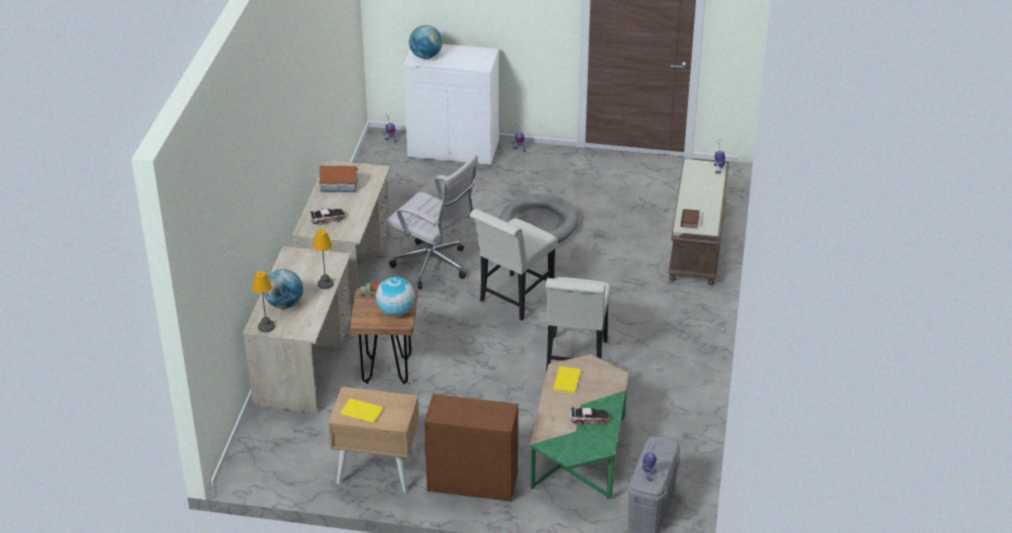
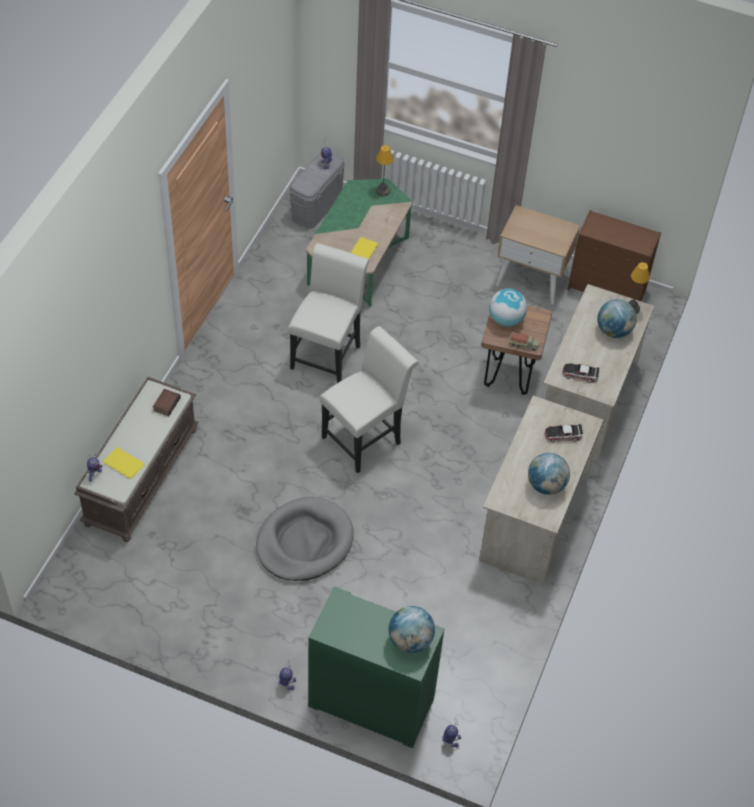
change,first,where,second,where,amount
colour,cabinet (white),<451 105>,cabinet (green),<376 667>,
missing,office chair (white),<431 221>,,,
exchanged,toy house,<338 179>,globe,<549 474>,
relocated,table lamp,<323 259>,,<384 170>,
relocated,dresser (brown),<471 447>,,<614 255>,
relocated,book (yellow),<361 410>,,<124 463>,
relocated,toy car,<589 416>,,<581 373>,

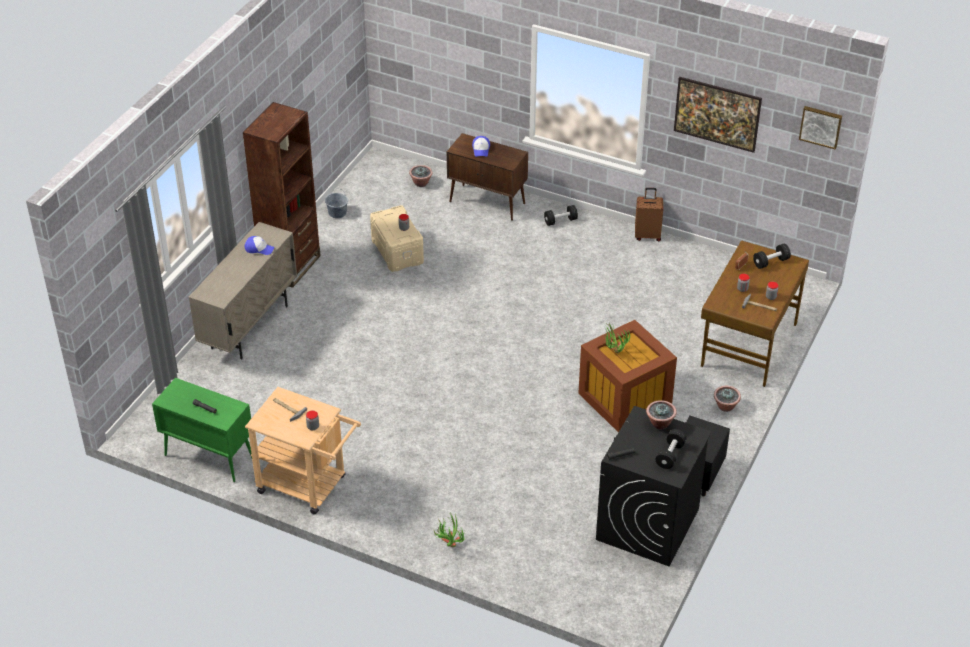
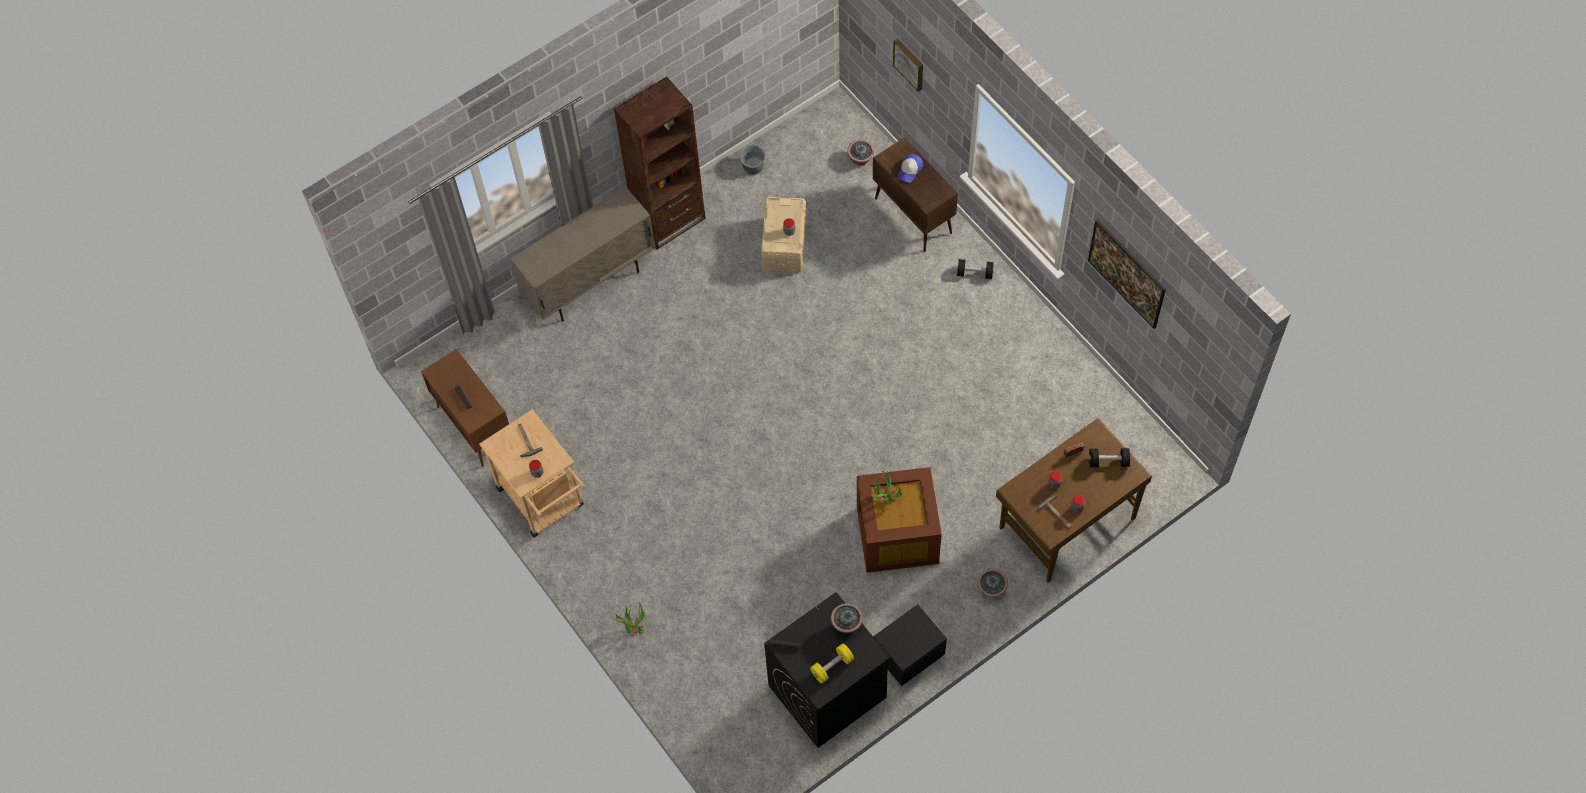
change,first,where,second,where,amount
relocated,picture,<820 128>,,<908 65>,
missing,suitcase (brown),<649 214>,,,
missing,cap,<260 245>,,,
colour,cabinet (green),<202 430>,cabinet (brown),<465 408>,
colour,dumbbell (black),<671 449>,dumbbell (yellow),<832 663>,

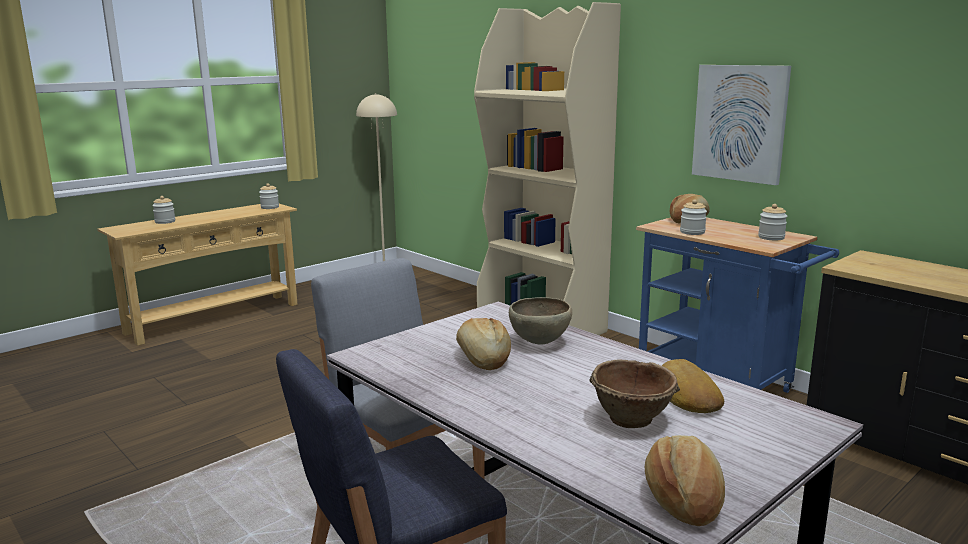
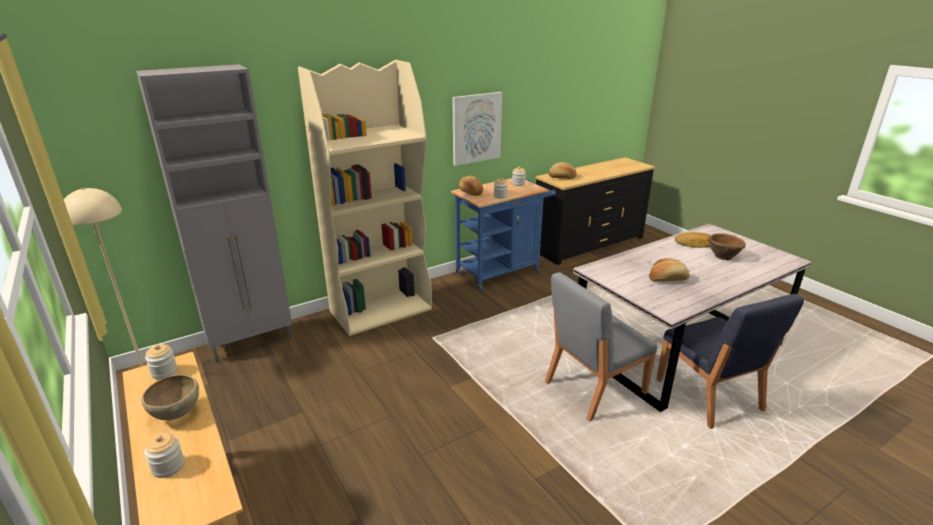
change,first,where,second,where,amount
relocated,bowl (brown),<540 321>,,<170 397>,
relocated,bread,<685 480>,,<562 170>,
appeared,,,cabinet (grey),<214 213>,

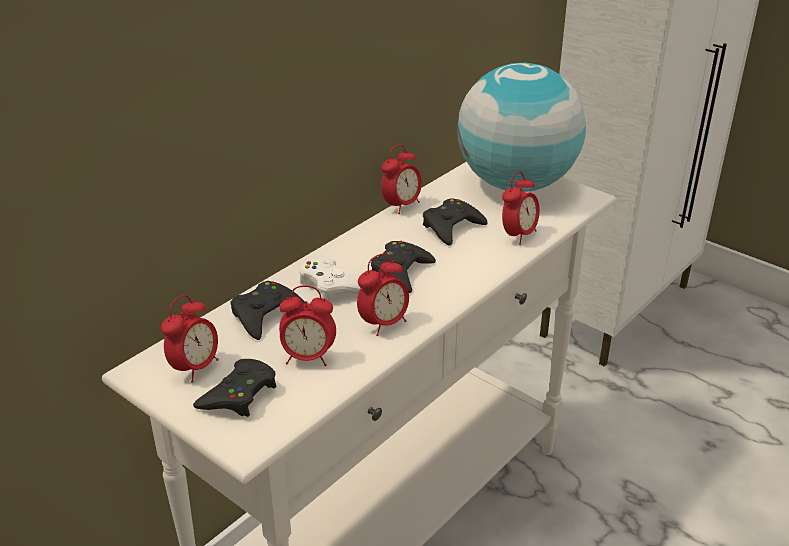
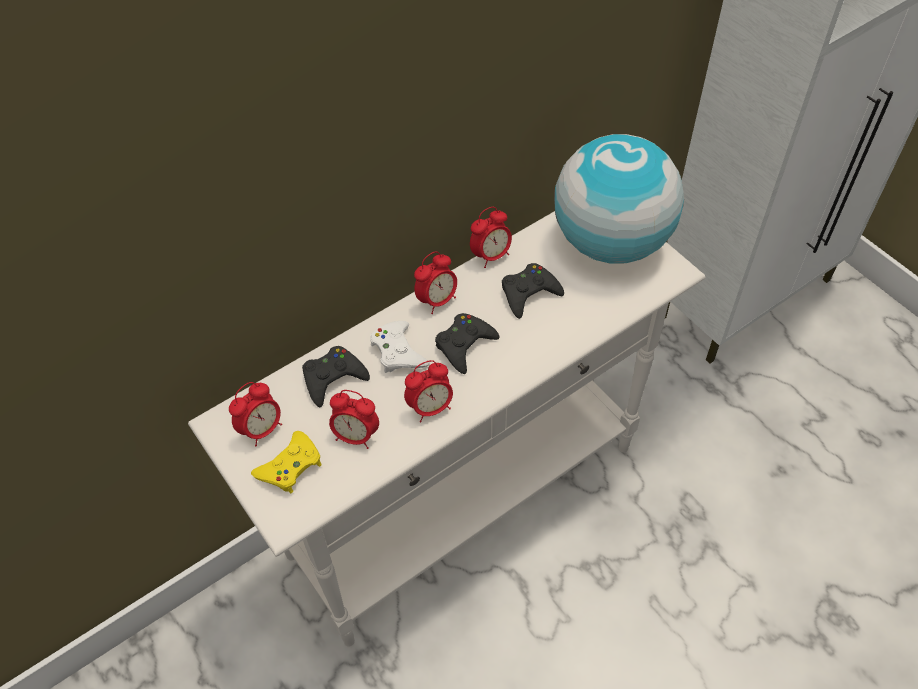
change,first,where,second,where,amount
relocated,alarm clock,<521 208>,,<435 282>,
colour,game controller (black),<235 388>,game controller (yellow),<286 462>,

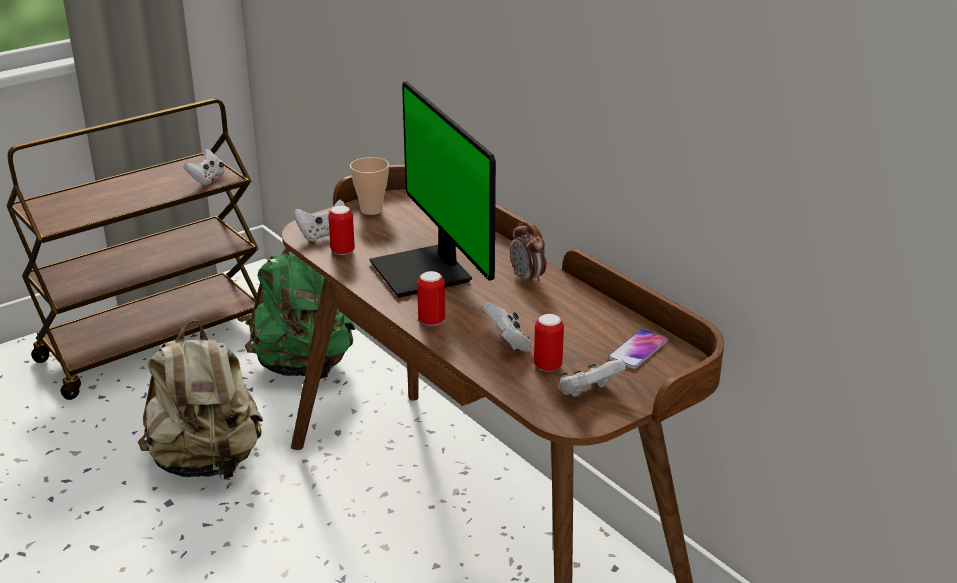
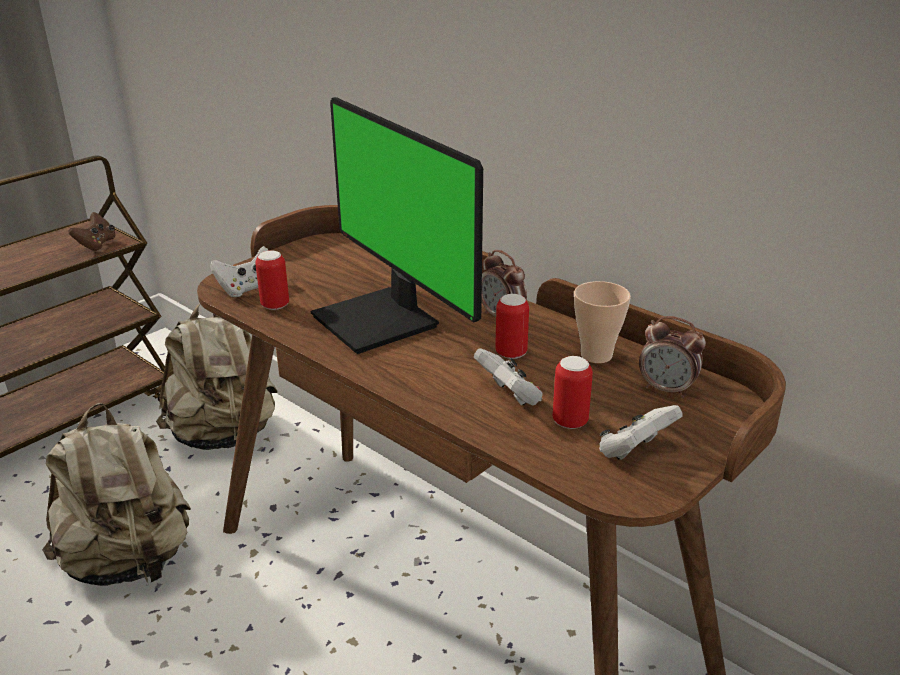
change,first,where,second,where,amount
colour,game controller (white),<204 167>,game controller (brown),<92 231>,
relocated,cup,<369 186>,,<602 322>,
colour,backpack (green),<300 313>,backpack (beige),<217 376>,
relocated,can,<431 298>,,<512 326>,
exchanged,phone,<638 349>,alarm clock,<672 357>,

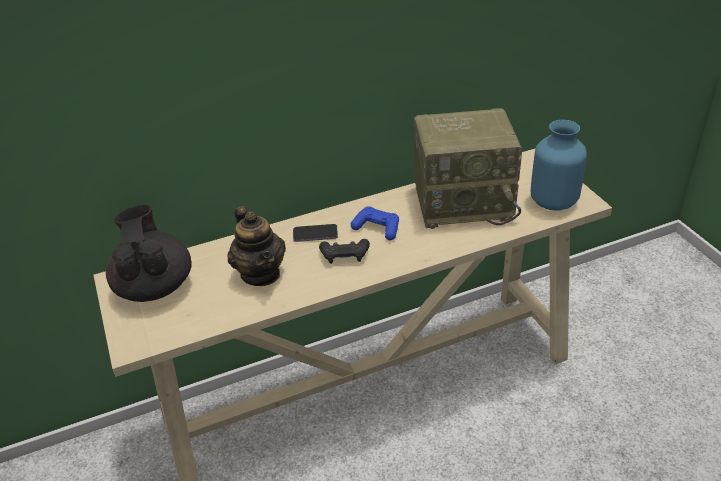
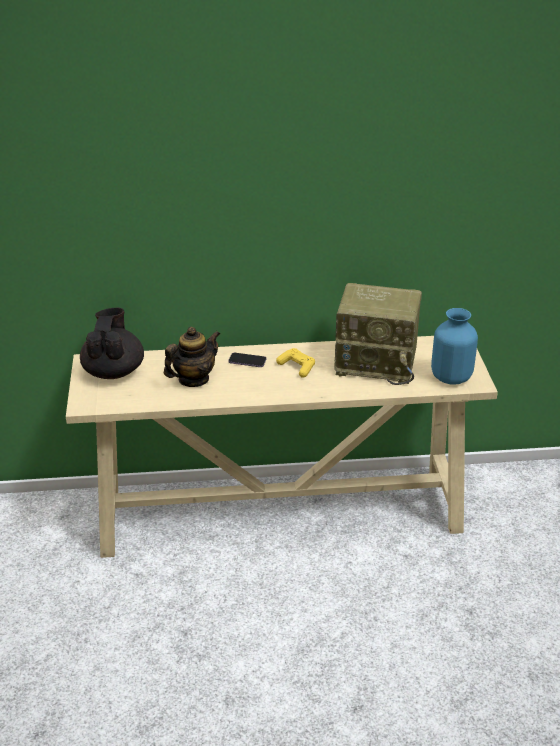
change,first,where,second,where,amount
spun,teapot,<256 246>,,<192 357>,120 degrees counterclockwise
colour,game controller (blue),<375 223>,game controller (yellow),<295 363>,
missing,game controller (black),<344 251>,,,

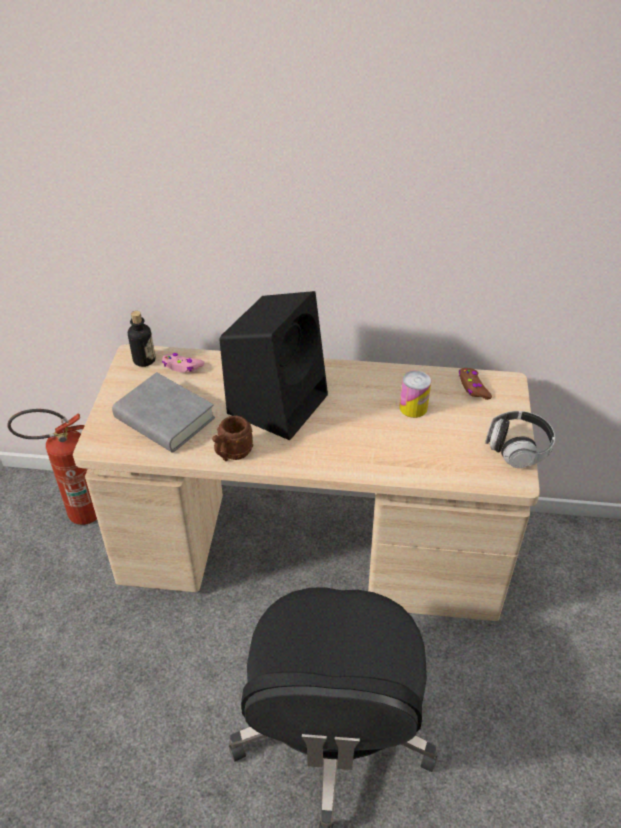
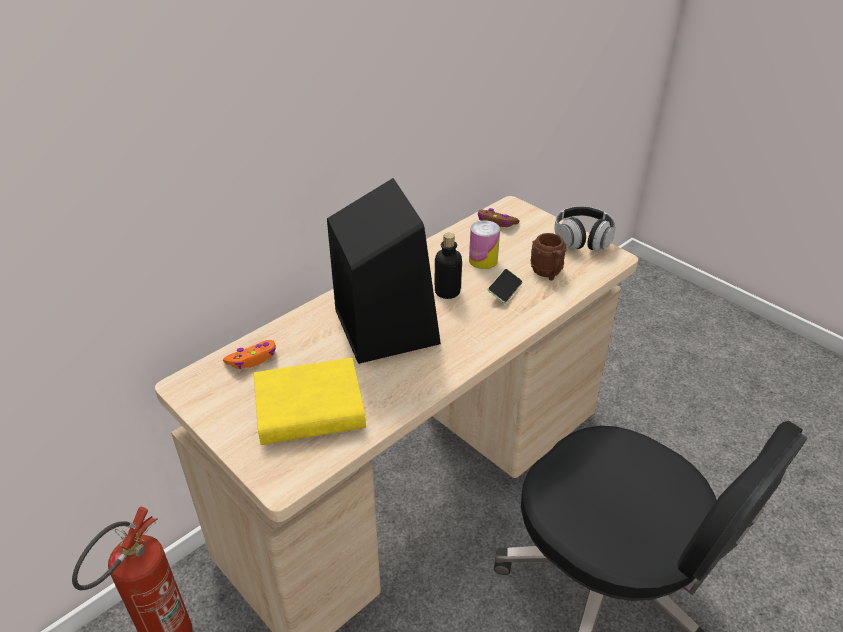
change,first,where,second,where,amount
relocated,bottle,<141 339>,,<448 266>,
colour,game controller (pink),<183 363>,game controller (orange),<249 354>,
colour,book (grey),<163 412>,book (yellow),<310 401>,
relocated,mug (brown),<232 438>,,<548 256>,
appeared,,,phone,<505 286>,

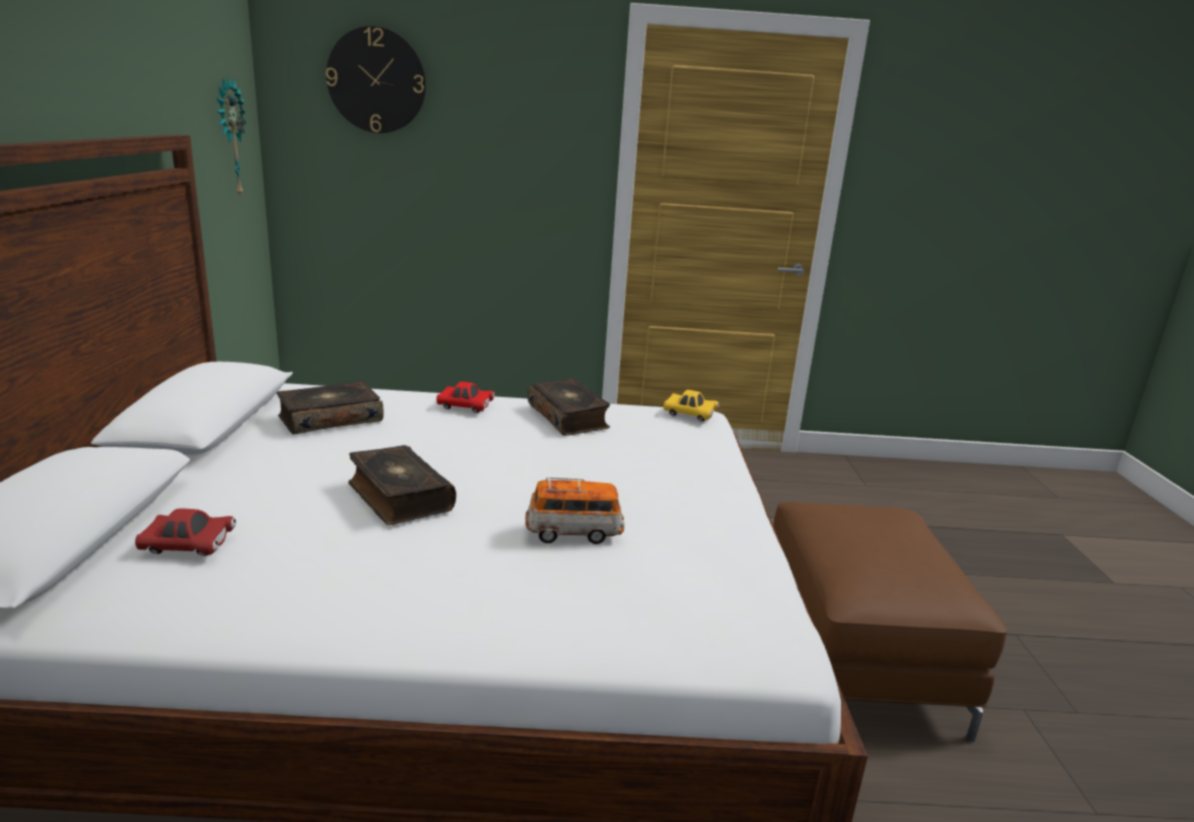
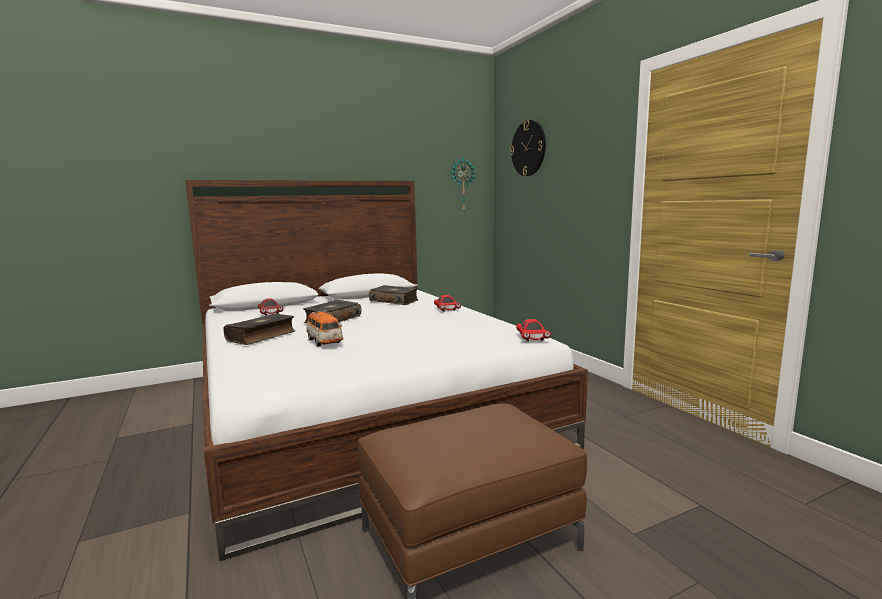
change,first,where,second,where,amount
relocated,book,<568 407>,,<259 329>,
colour,toy car (yellow),<692 405>,toy car (red),<533 330>,

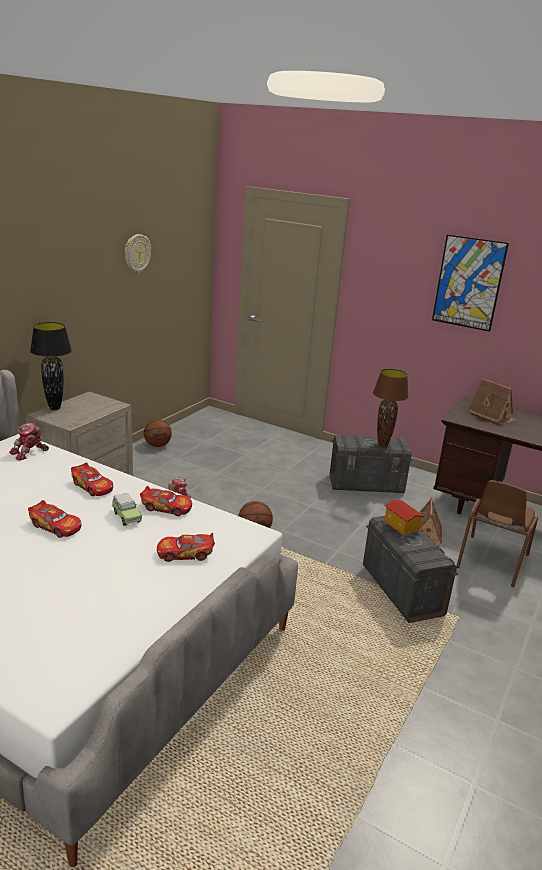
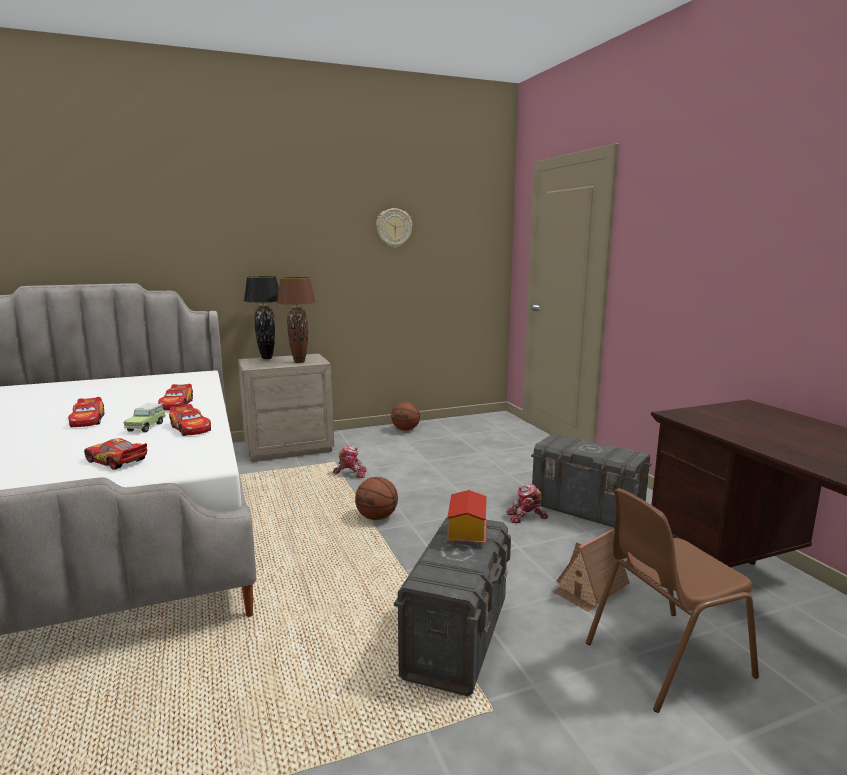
change,first,where,second,where,amount
missing,picture,<470 283>,,,
relocated,table lamp (brown),<391 408>,,<296 320>,
missing,toy house,<492 401>,,,
relocated,toy robot,<29 441>,,<527 503>,

